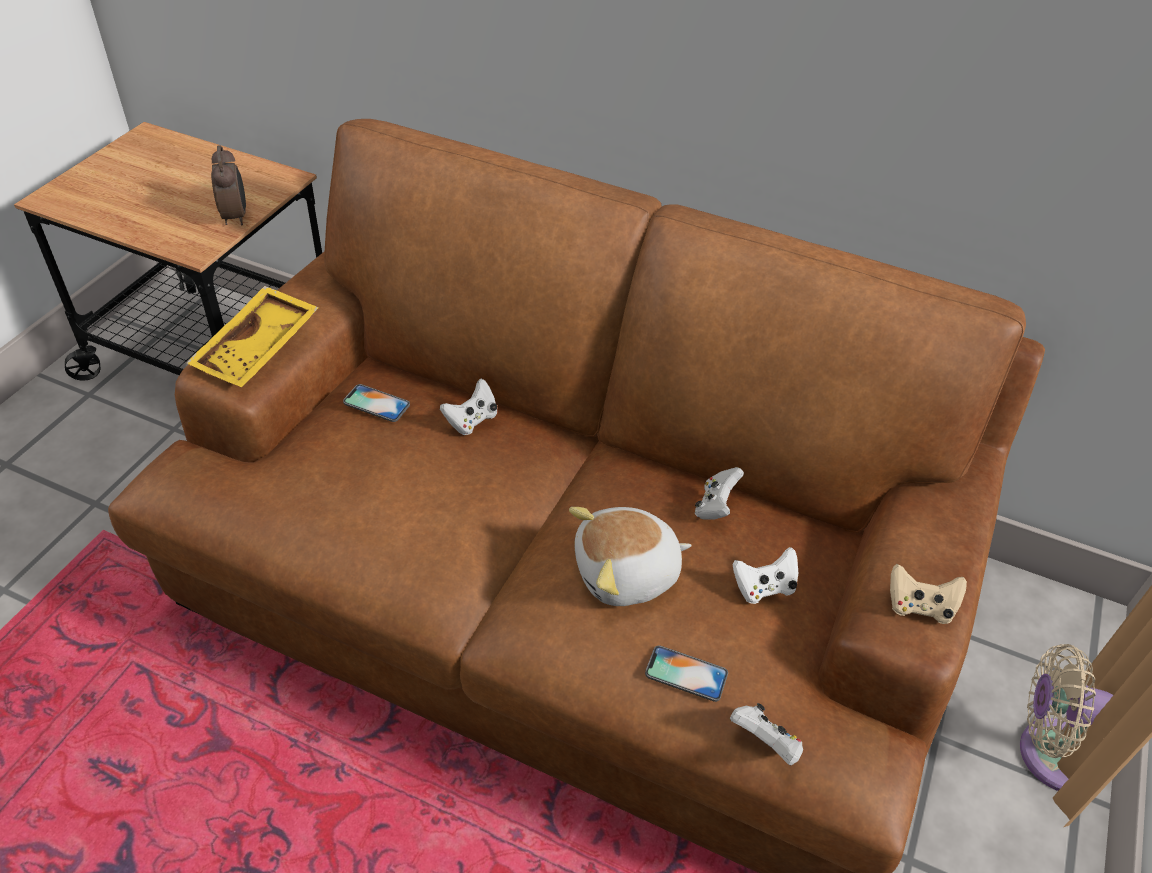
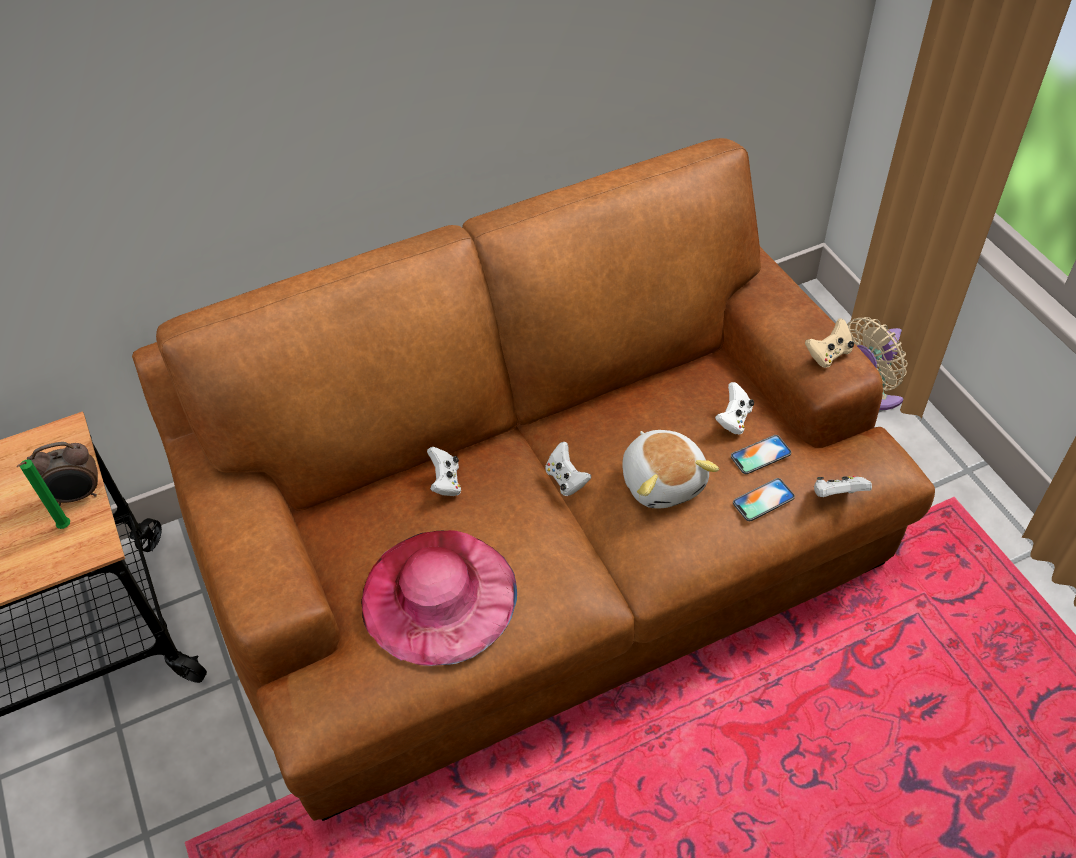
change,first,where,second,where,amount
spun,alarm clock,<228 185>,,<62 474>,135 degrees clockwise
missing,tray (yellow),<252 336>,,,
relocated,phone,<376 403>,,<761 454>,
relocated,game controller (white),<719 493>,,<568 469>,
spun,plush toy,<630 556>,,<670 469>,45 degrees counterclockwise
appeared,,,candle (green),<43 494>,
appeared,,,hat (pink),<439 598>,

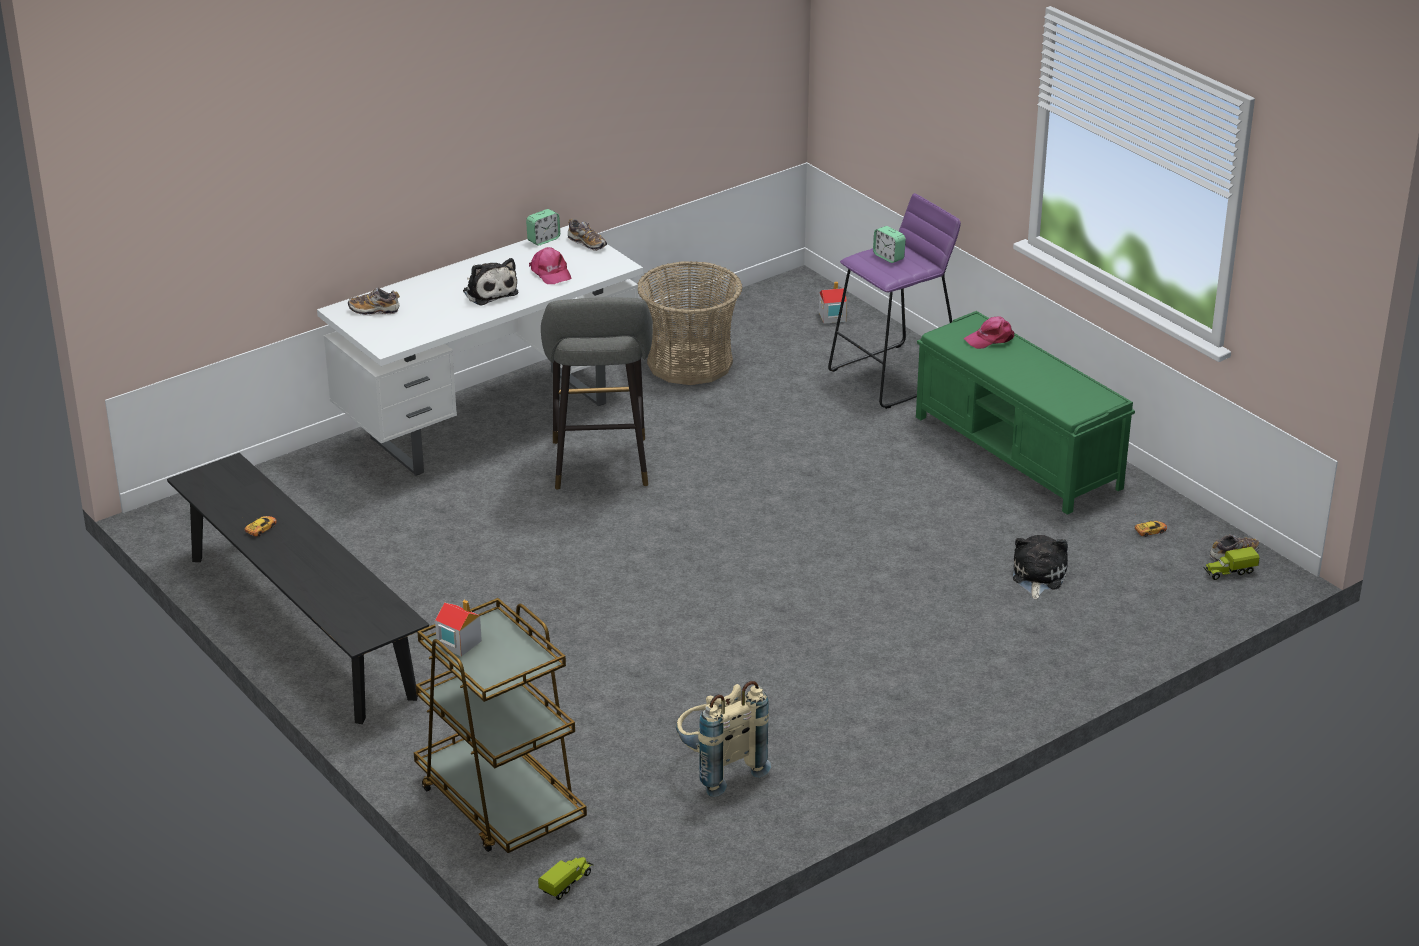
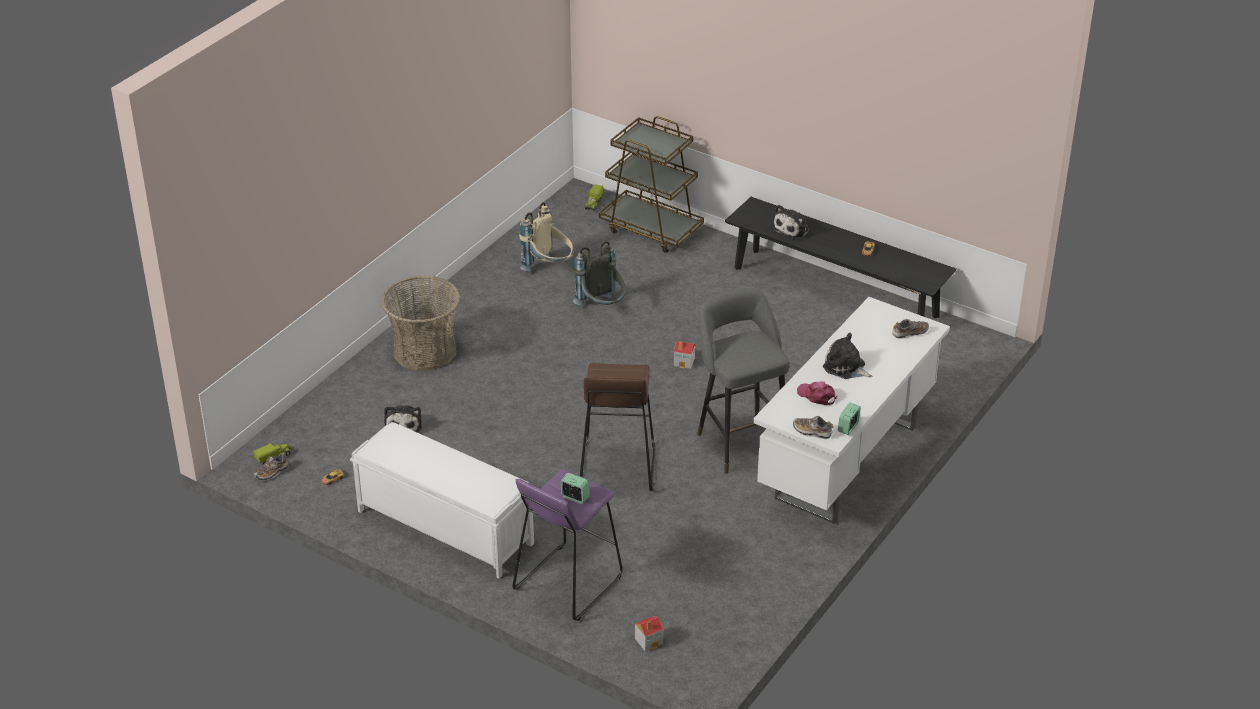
change,first,where,second,where,amount
relocated,basket,<690 323>,,<421 323>,
colour,bench (green),<1025 413>,bench (white),<442 500>,
missing,cap (pink),<989 332>,,,
relocated,toy house,<458 628>,,<684 355>,
appeared,,,plush toy,<790 222>,
appeared,,,backpack (grey),<599 273>,
appeared,,,stool (brown),<617 427>,

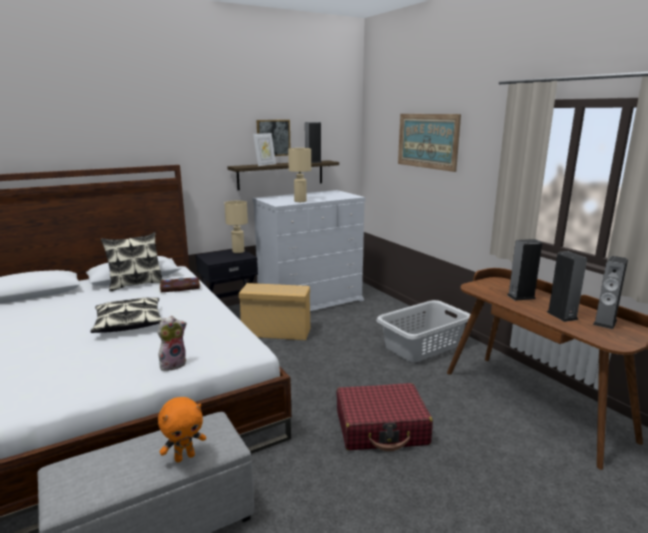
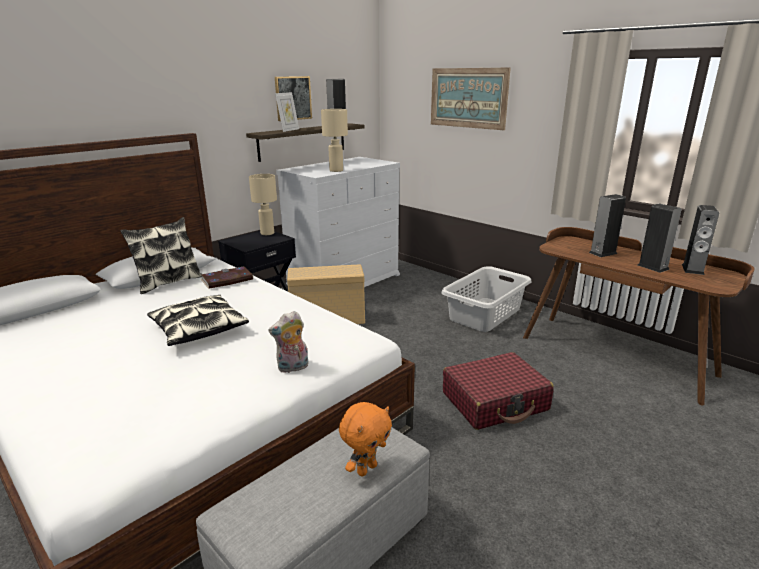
change,first,where,second,where,amount
spun,plush toy,<172 343>,,<288 342>,150 degrees counterclockwise

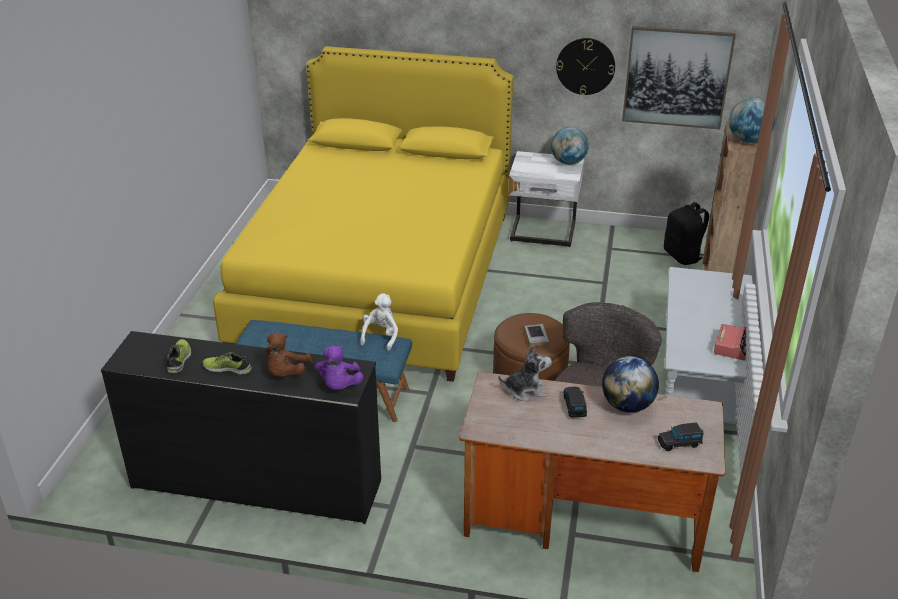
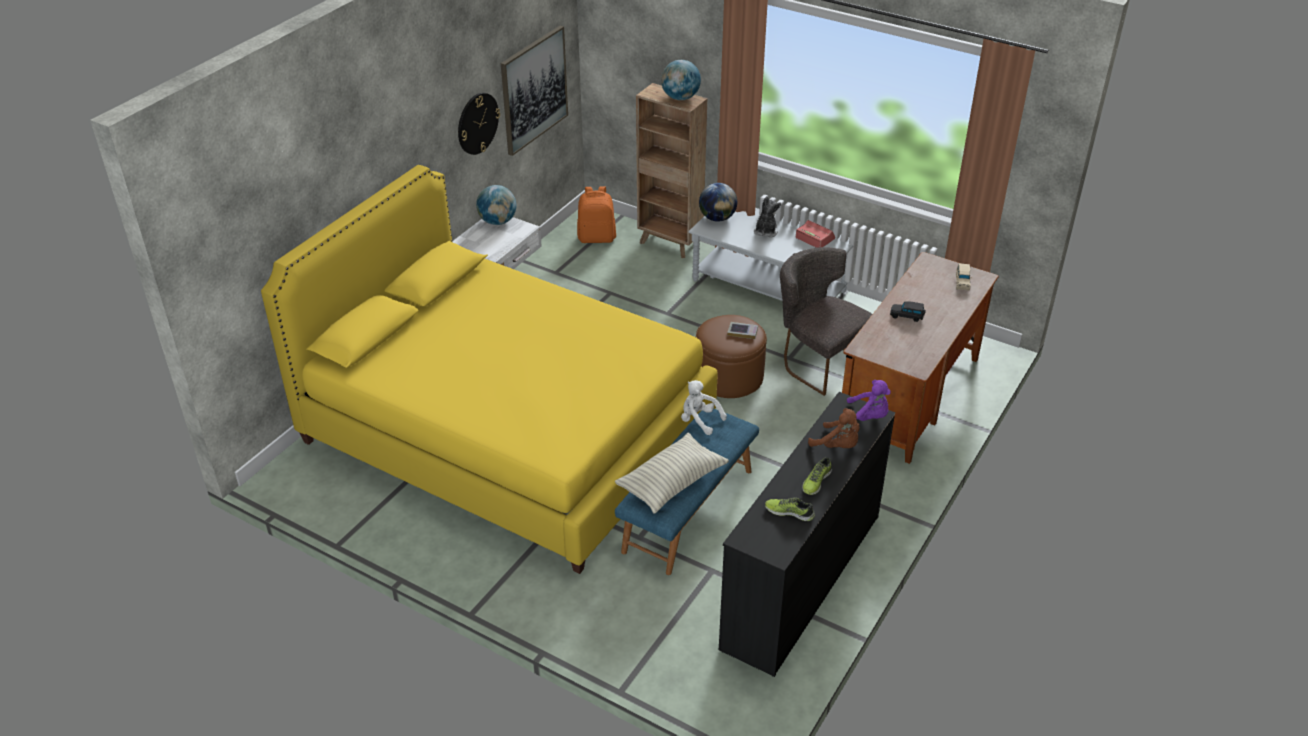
change,first,where,second,where,amount
colour,backpack (black),<686 233>,backpack (orange),<596 214>,
relocated,plush toy,<525 373>,,<767 217>,
relocated,globe,<630 384>,,<718 202>,
colour,toy car (black),<680 437>,toy car (beige),<964 277>,
appeared,,,pillow,<672 473>,

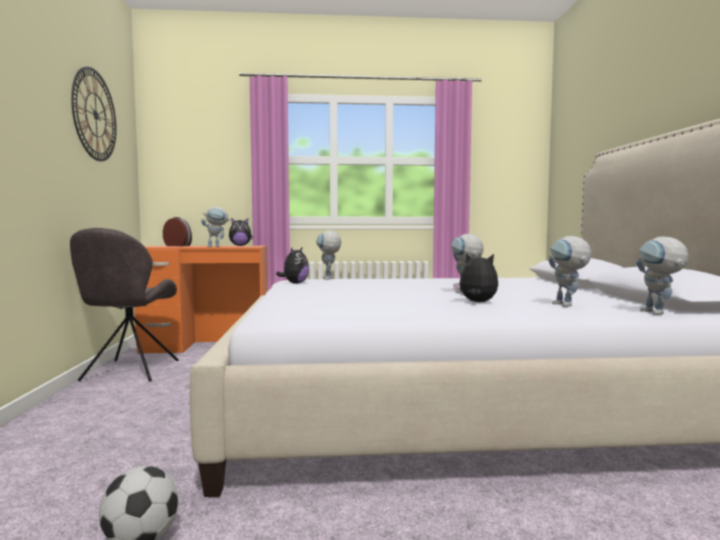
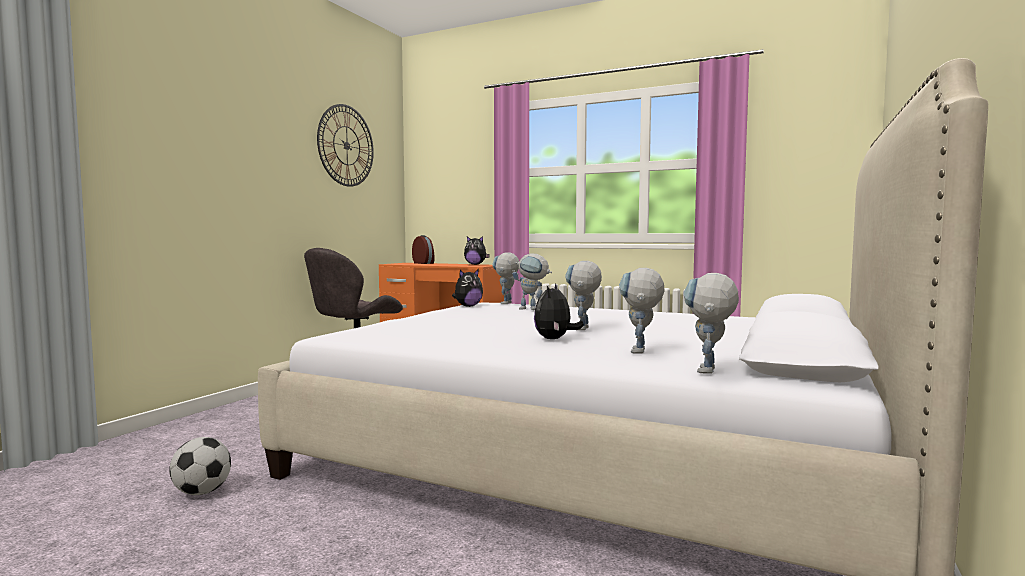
change,first,where,second,where,amount
relocated,toy robot,<216 227>,,<532 281>,
spun,plush toy,<475 277>,,<559 311>,135 degrees counterclockwise

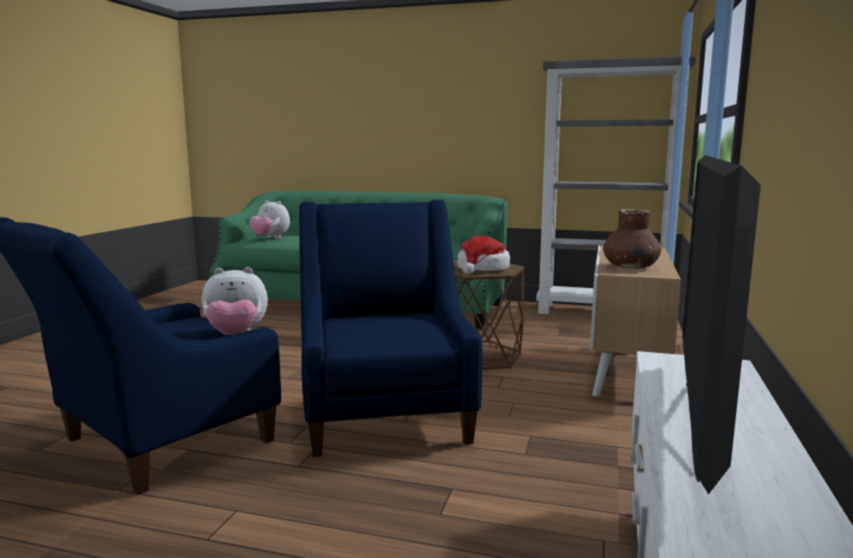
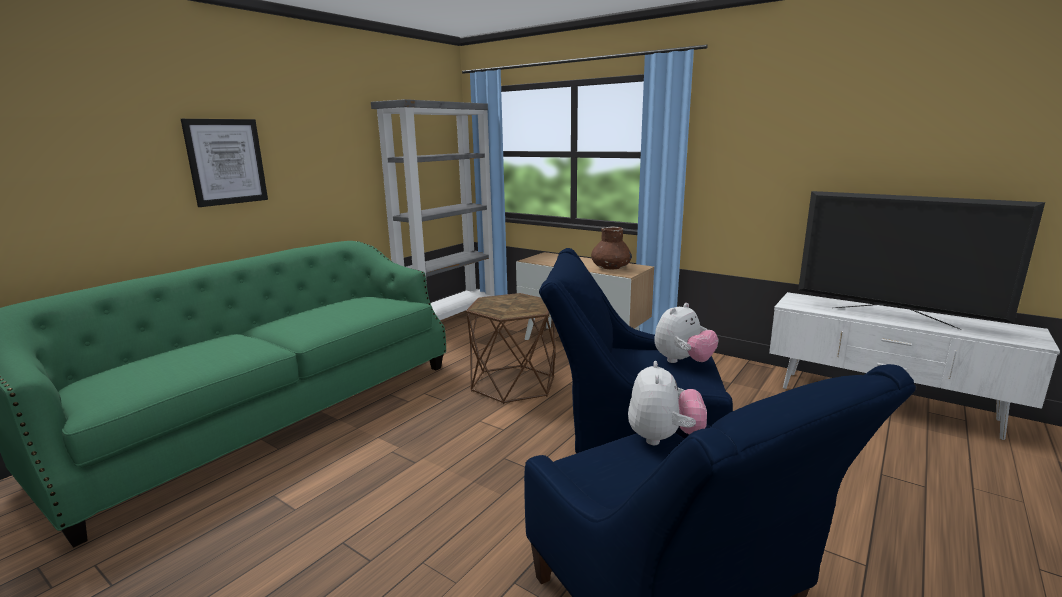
change,first,where,second,where,amount
relocated,plush toy,<270 219>,,<686 333>,
missing,hat,<484 255>,,,
appeared,,,picture,<224 163>,

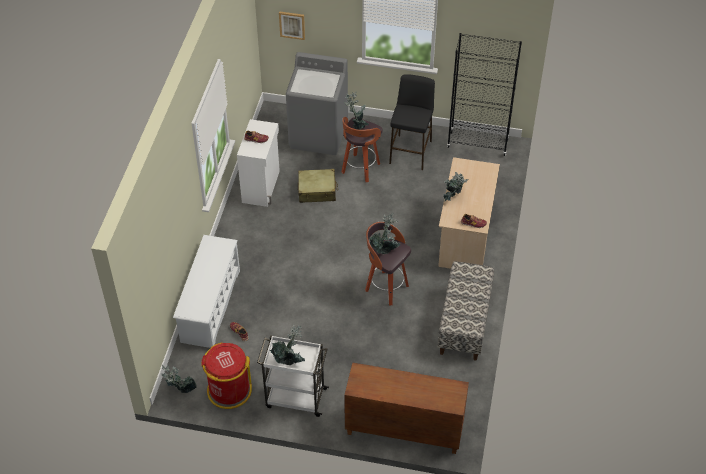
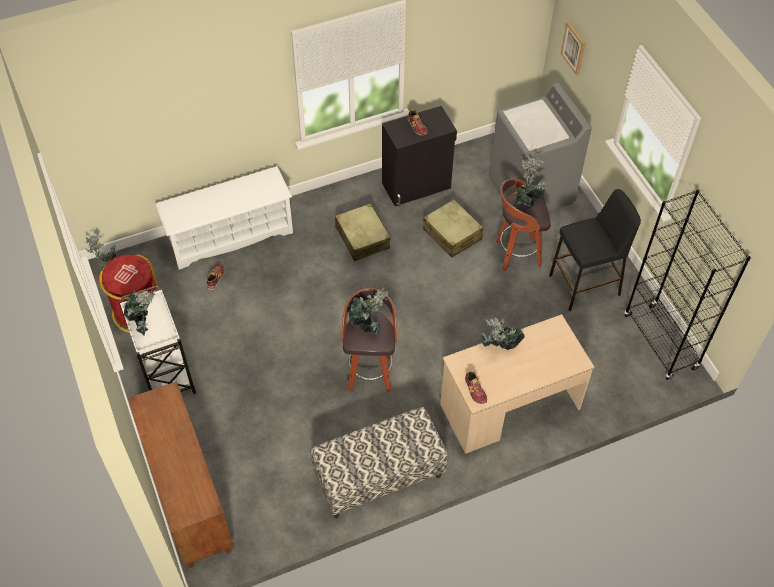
change,first,where,second,where,amount
colour,cabinet (white),<258 163>,cabinet (black),<419 156>,
appeared,,,suitcase (beige),<362 232>,

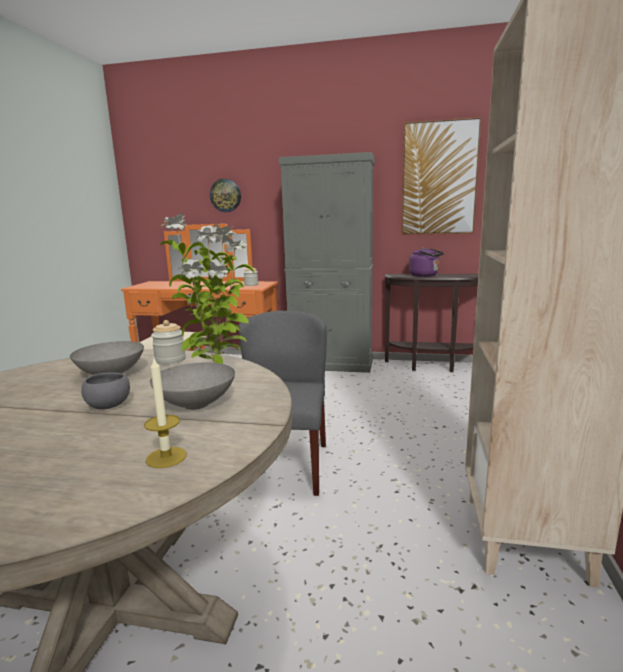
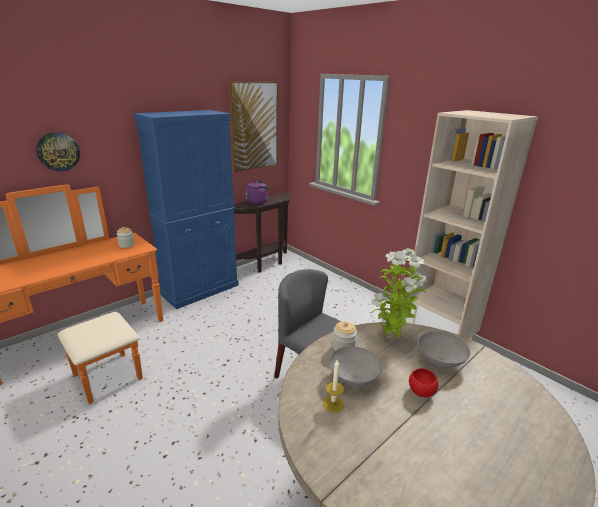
change,first,where,second,where,amount
colour,cabinet (grey),<327 262>,cabinet (blue),<186 209>,
relocated,candle,<165 413>,,<333 386>,
colour,bowl (grey),<105 391>,bowl (red),<423 382>,

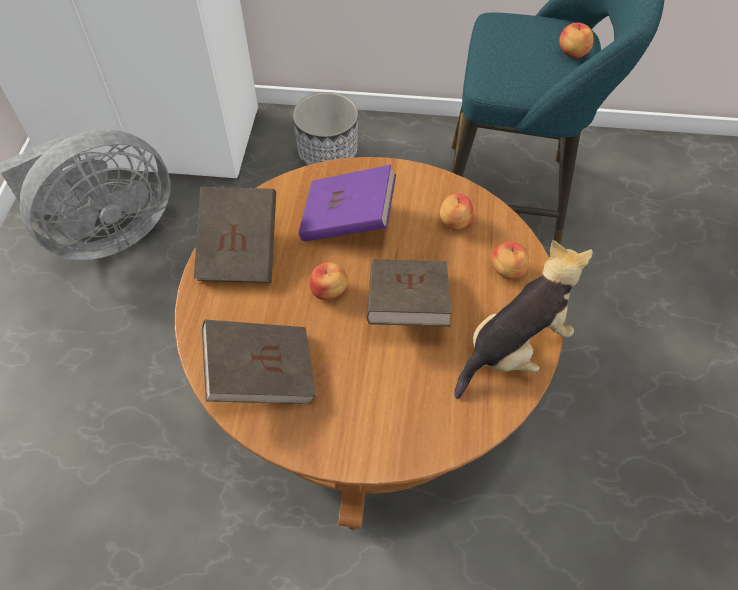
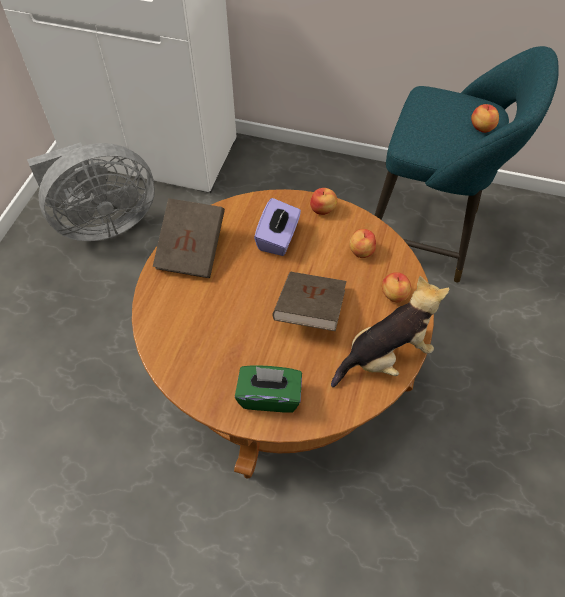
change,first,where,second,where,amount
missing,planter,<325 129>,,,
exchanged,book (purple),<347 203>,tissue box (purple),<277 227>,
relocated,apple,<328 281>,,<324 201>,
missing,book (brown),<259 362>,,,
appeared,,,tissue box (green),<268 389>,

